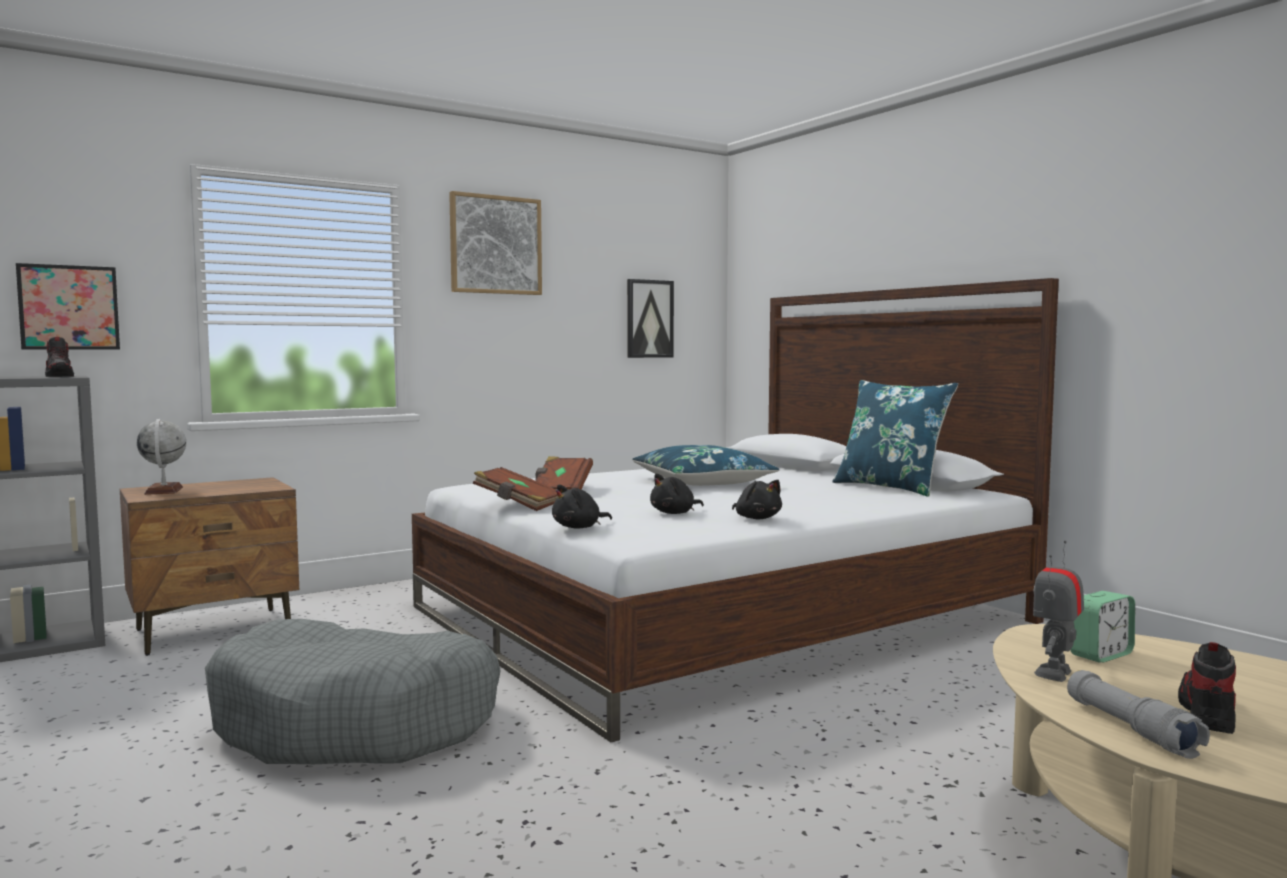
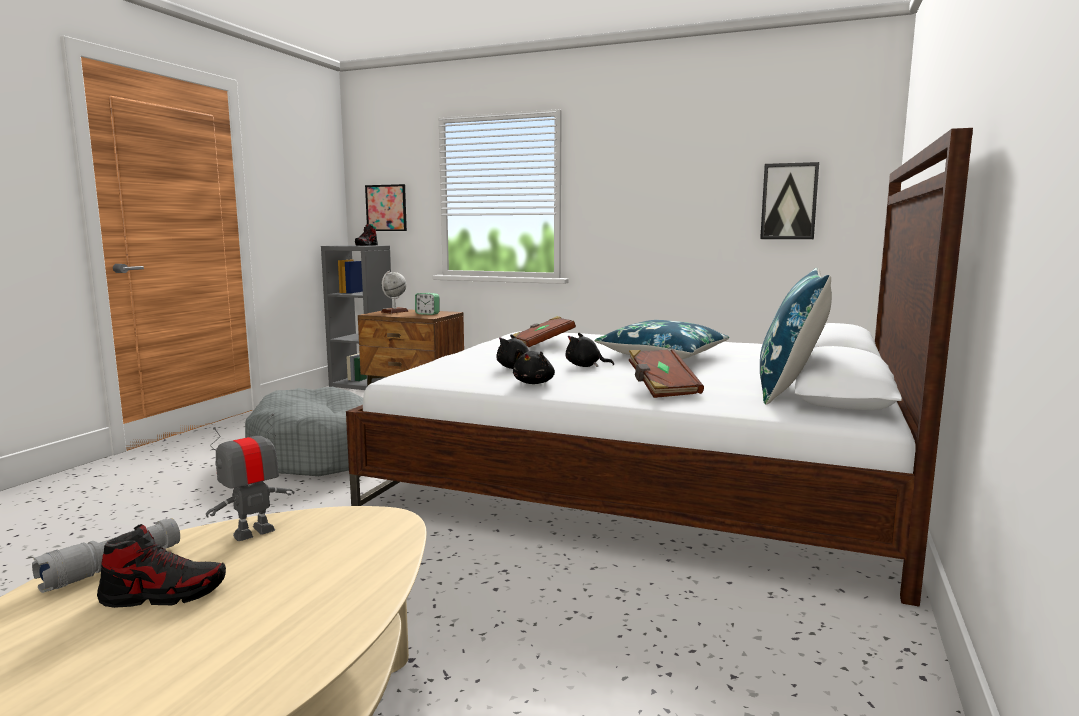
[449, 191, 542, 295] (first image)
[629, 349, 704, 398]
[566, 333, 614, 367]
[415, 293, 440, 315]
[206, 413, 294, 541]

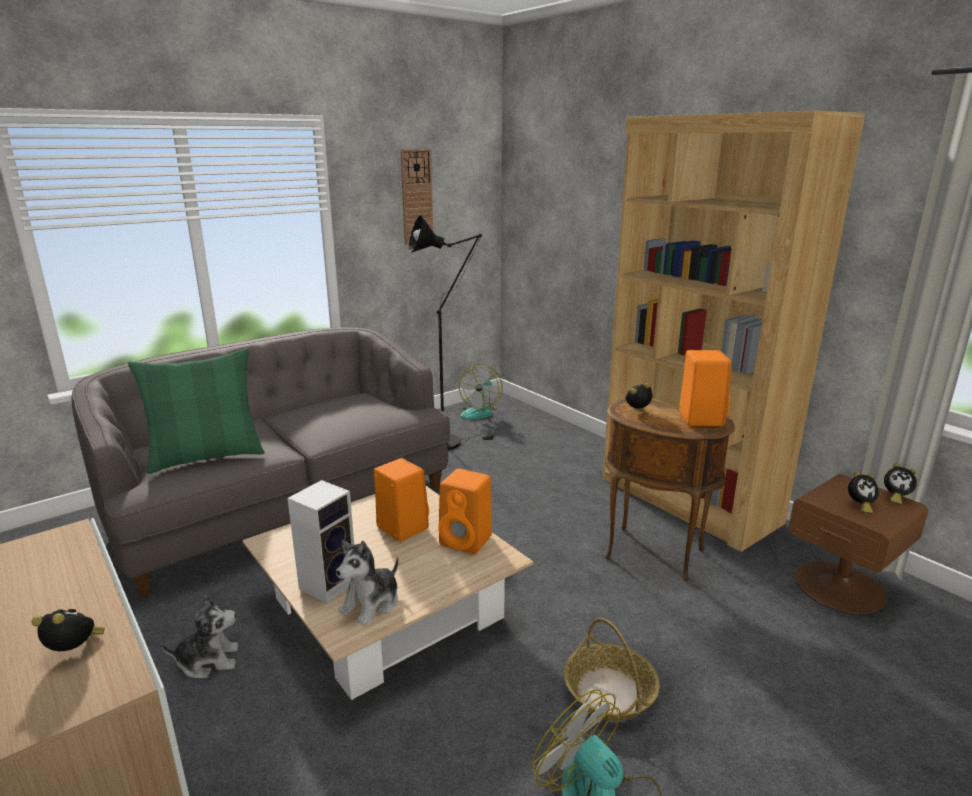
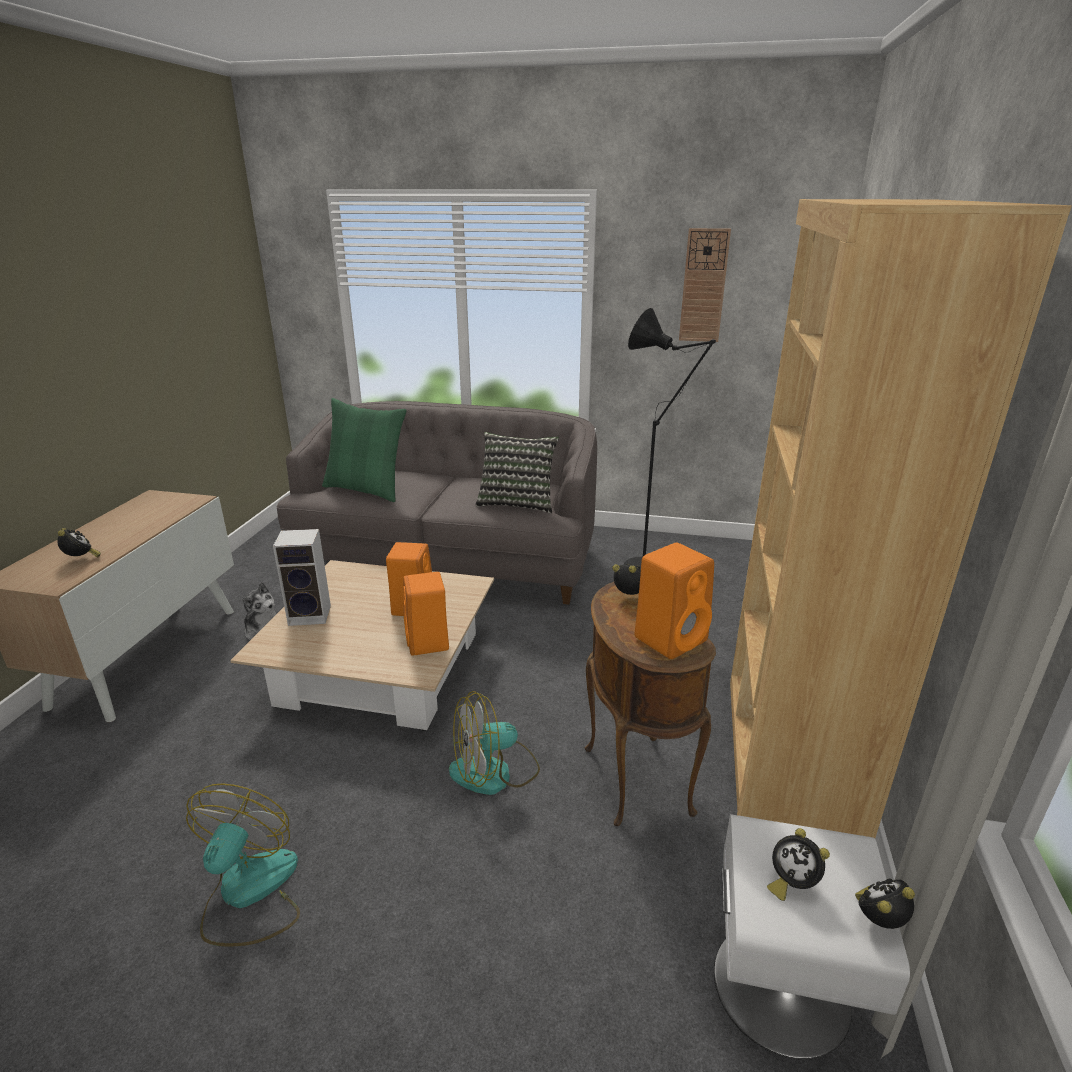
[336, 540, 399, 626] (first image)
[564, 618, 660, 721] (first image)
[476, 432, 559, 513]
[449, 691, 540, 795]
[714, 814, 910, 1060]
[855, 879, 915, 929]

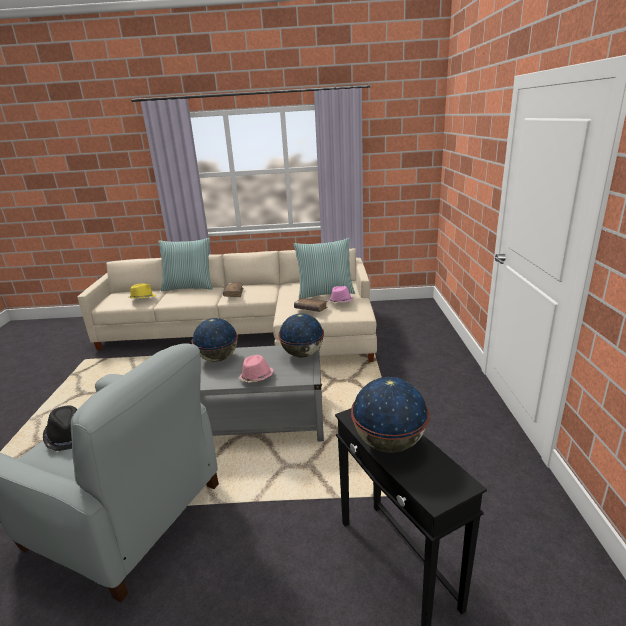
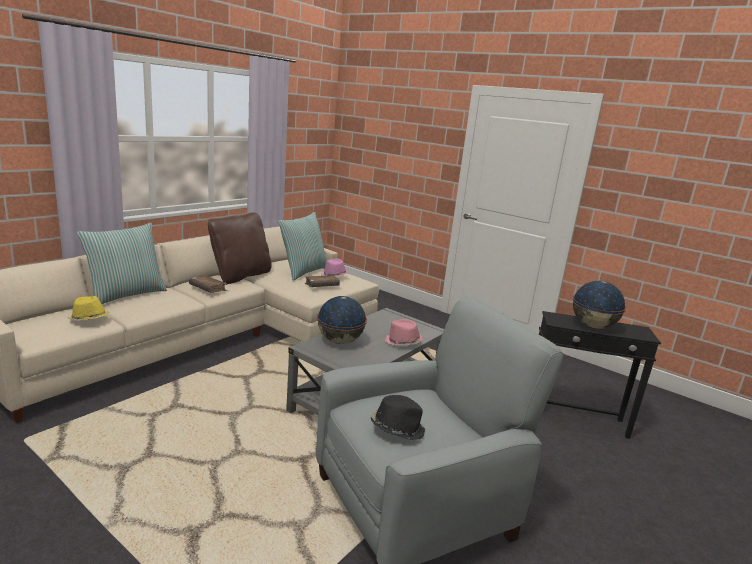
[278, 313, 324, 357] (first image)
[208, 212, 272, 285]

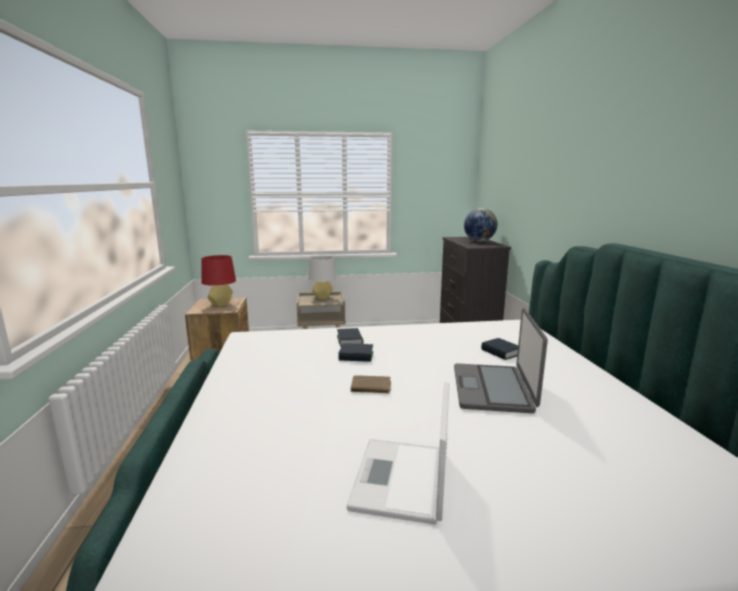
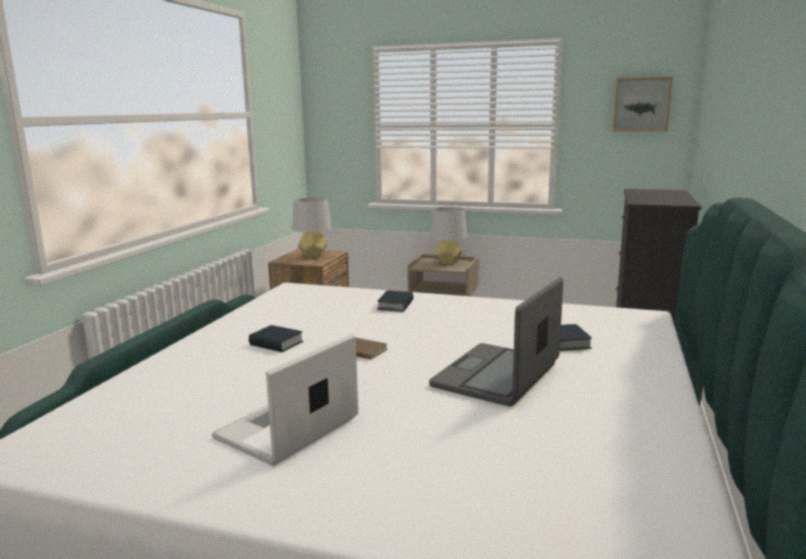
[464, 208, 497, 242] (first image)
[613, 77, 673, 131]
[249, 325, 303, 352]
[292, 197, 332, 258]

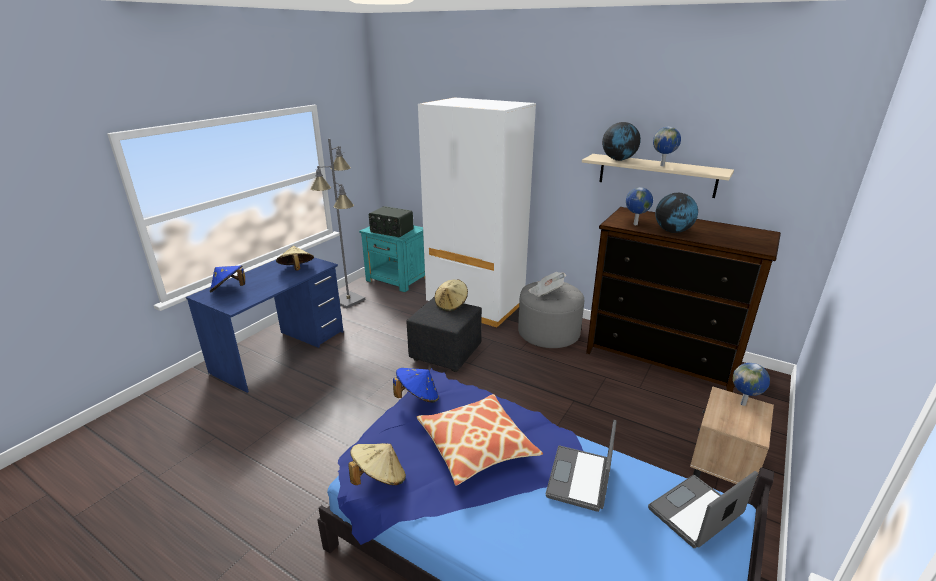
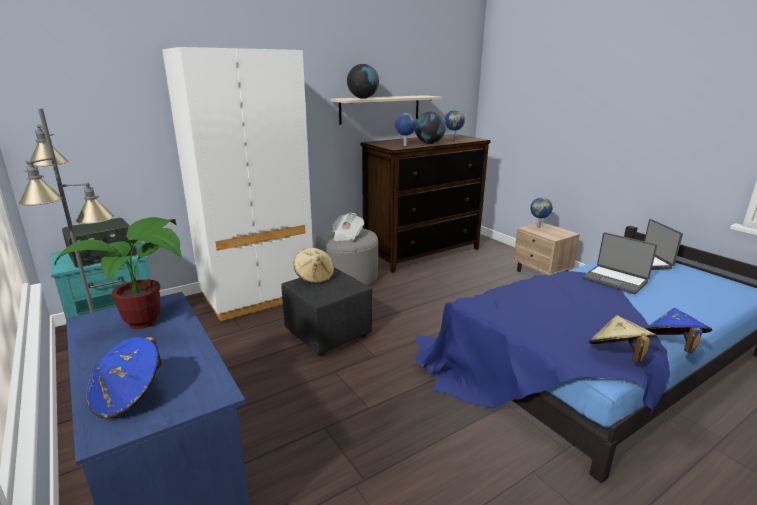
[417, 394, 543, 486] (first image)
[644, 308, 712, 353]
[445, 110, 465, 140]
[54, 217, 182, 329]

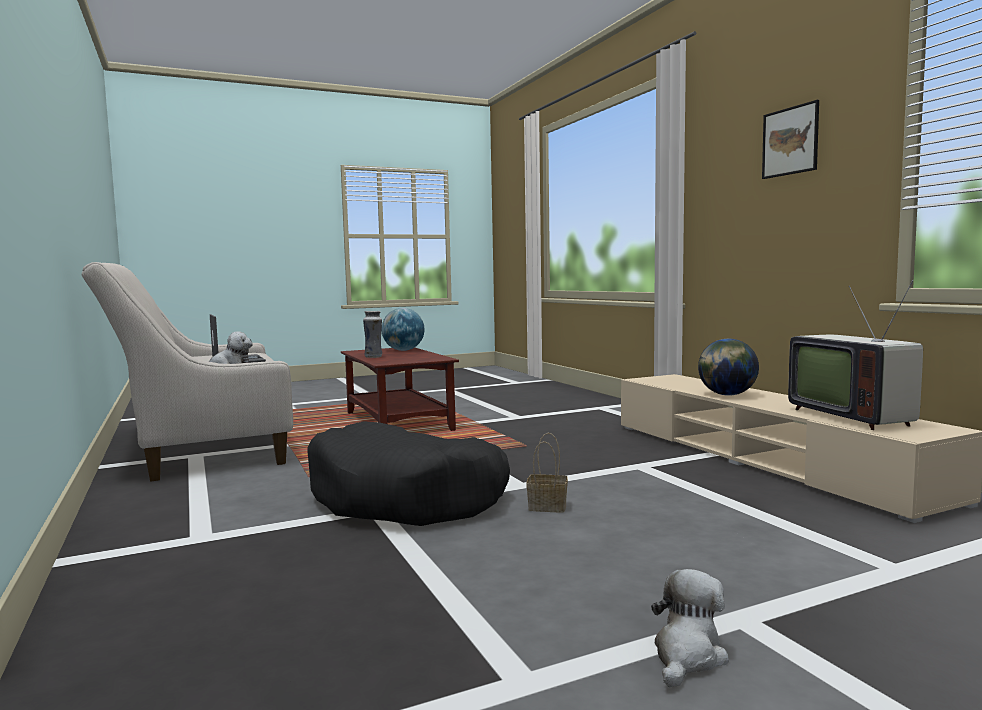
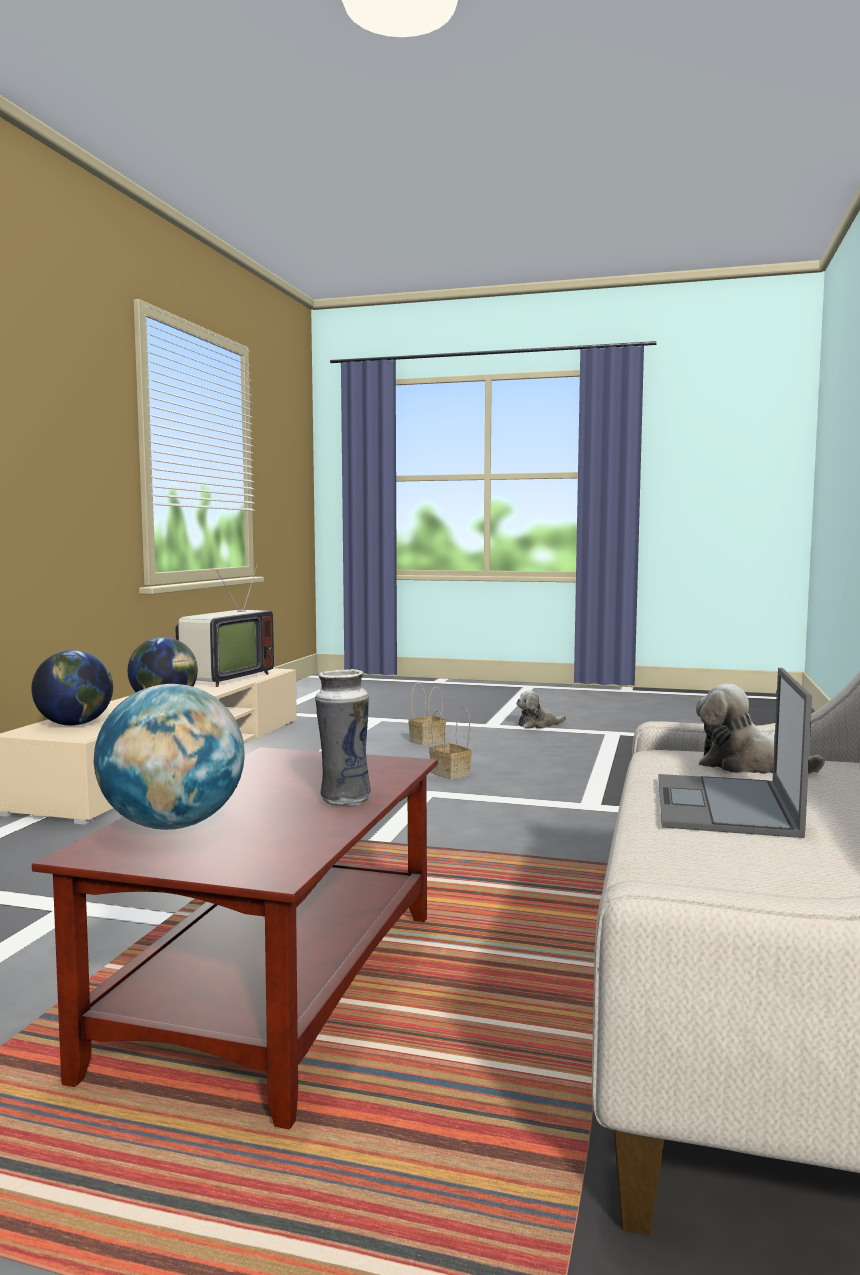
[307, 421, 510, 526] (first image)
[762, 100, 819, 179] (first image)
[31, 650, 113, 726]
[408, 683, 446, 745]

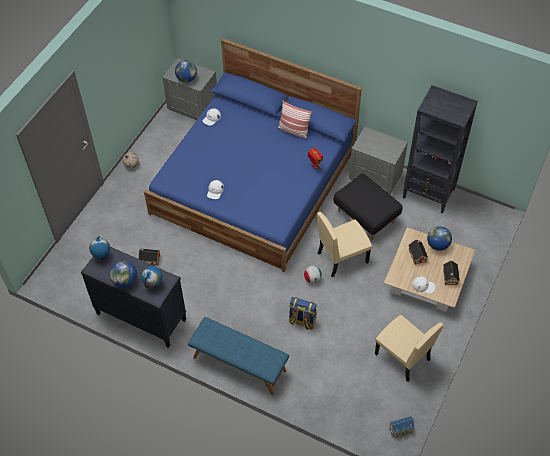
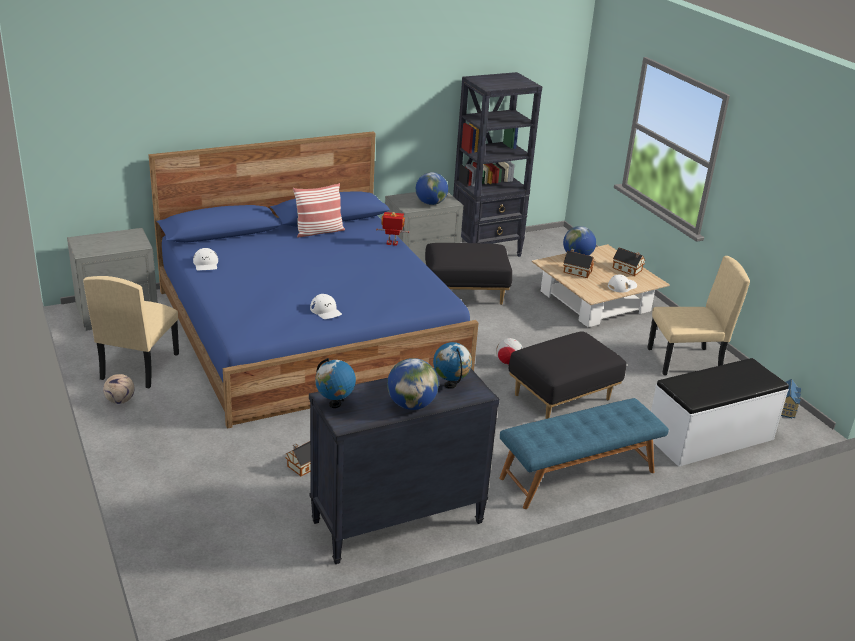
[651, 358, 789, 467]
[416, 172, 448, 205]
[83, 276, 179, 388]
[509, 331, 626, 419]

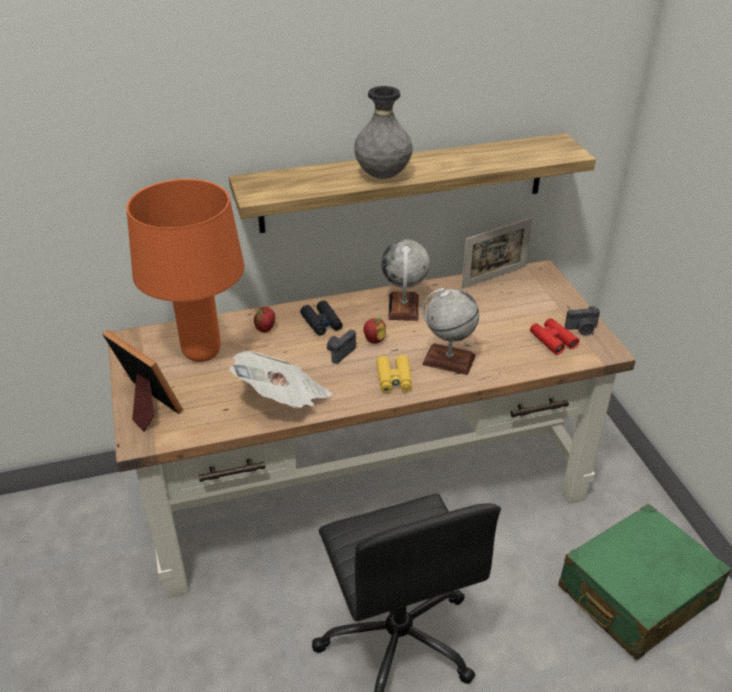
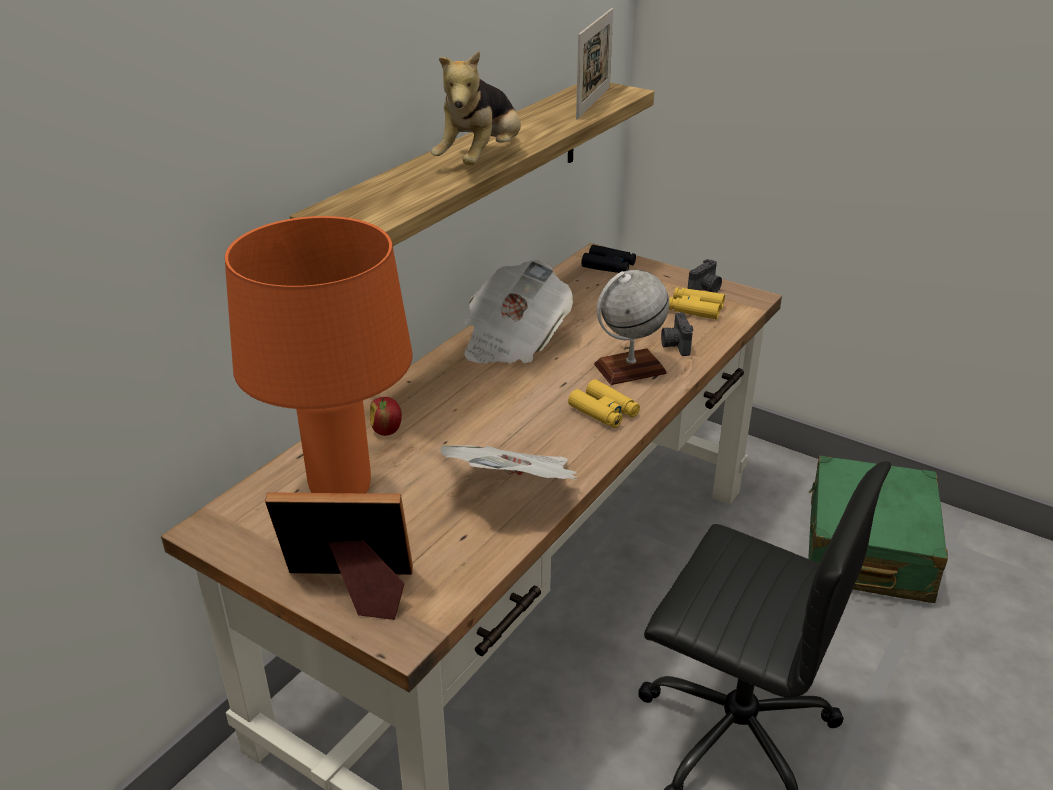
[363, 318, 386, 344] (first image)
[581, 245, 636, 273]
[661, 312, 693, 356]
[576, 8, 613, 120]
[431, 51, 521, 165]
[464, 260, 573, 364]
[669, 287, 725, 320]

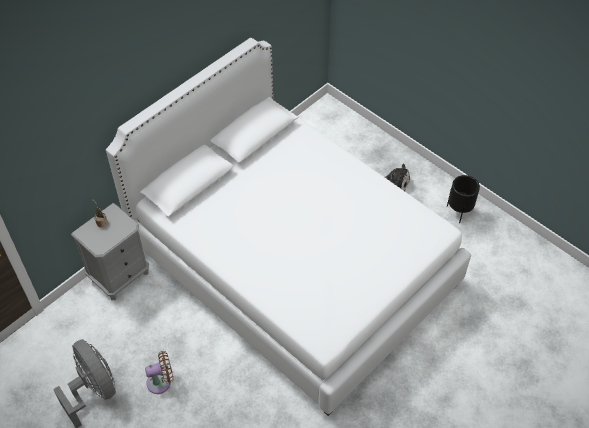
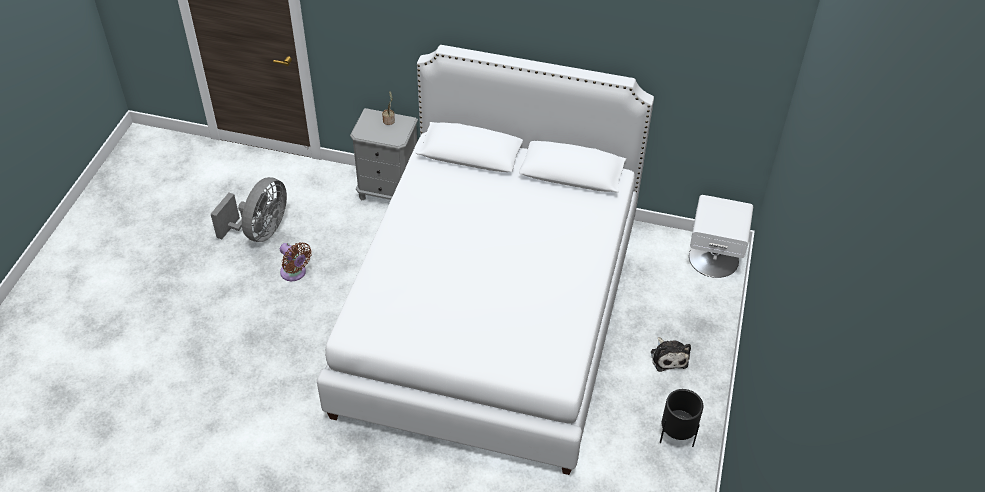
[689, 195, 753, 278]

